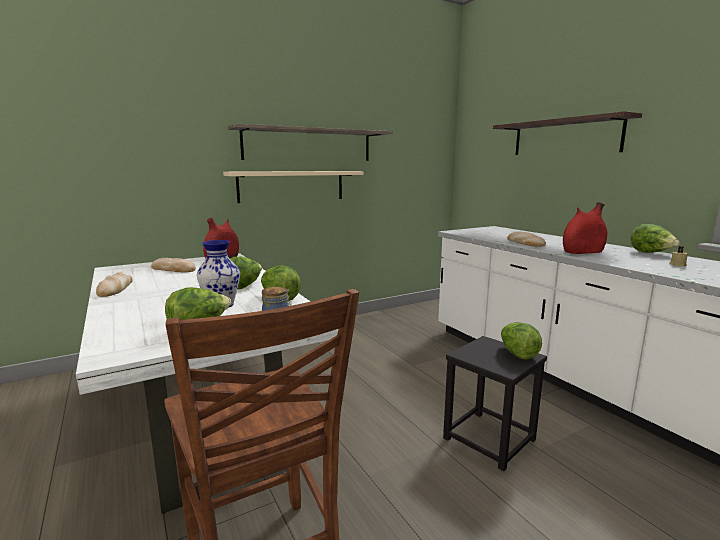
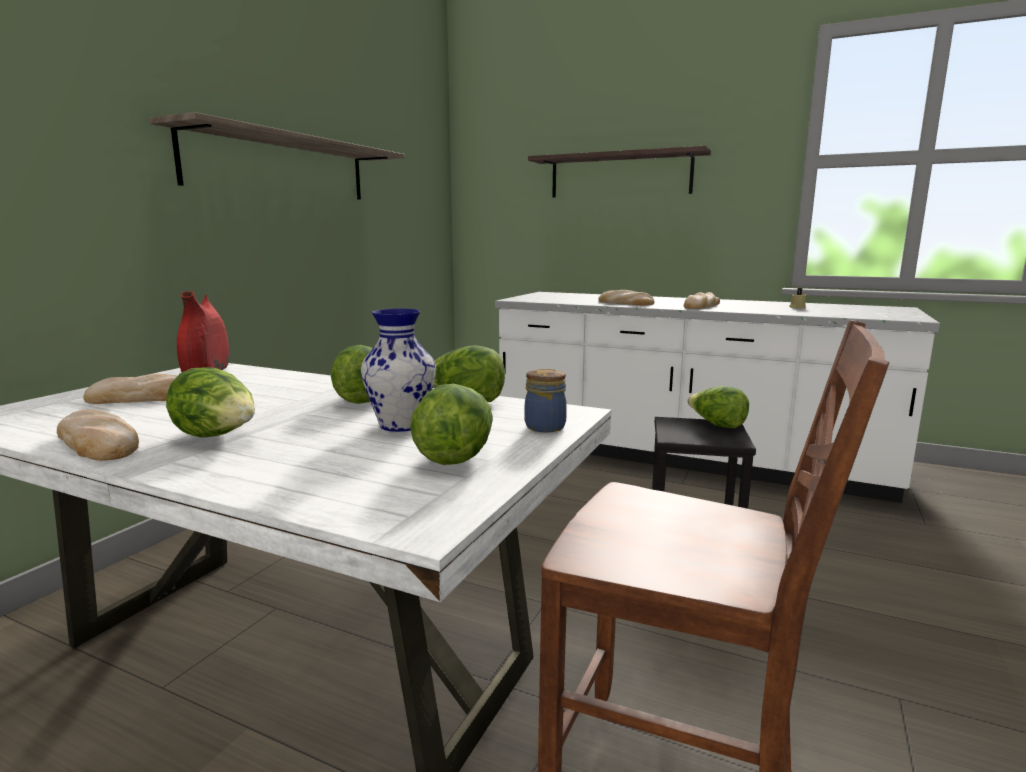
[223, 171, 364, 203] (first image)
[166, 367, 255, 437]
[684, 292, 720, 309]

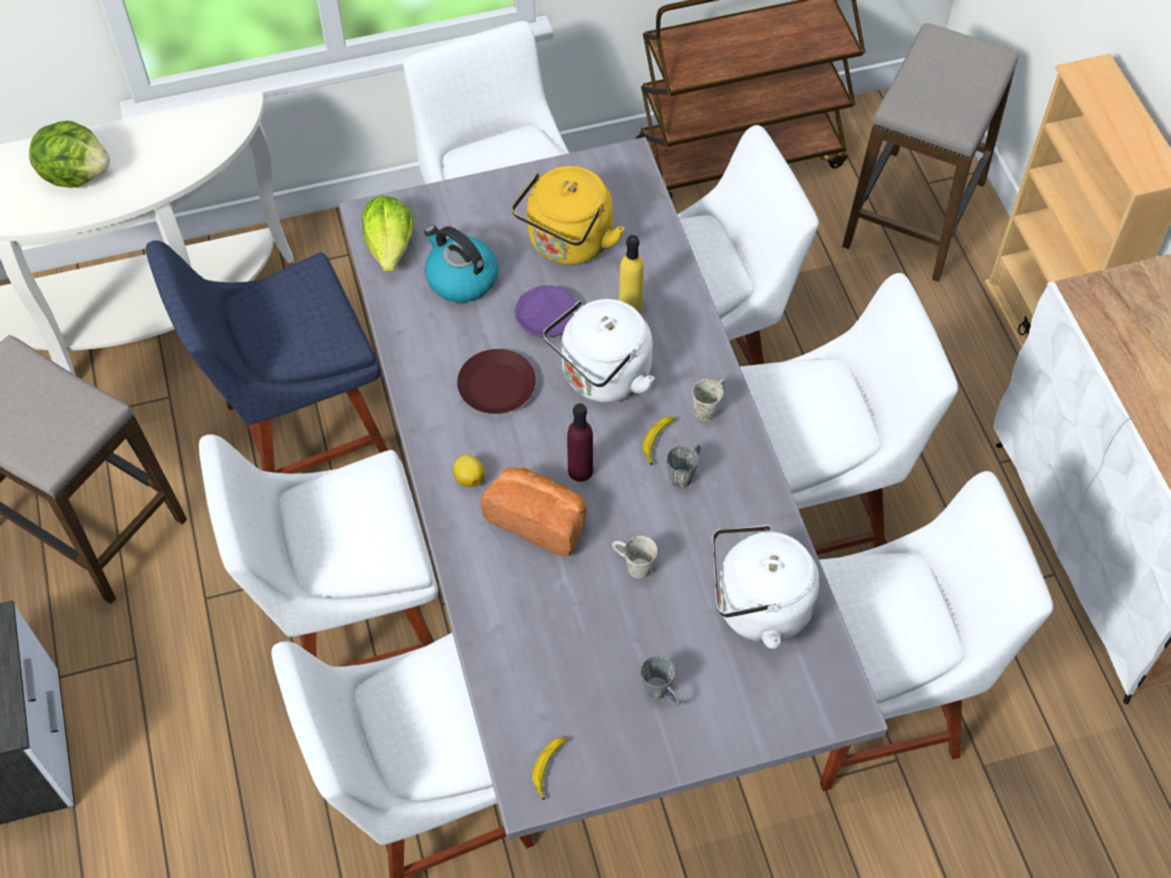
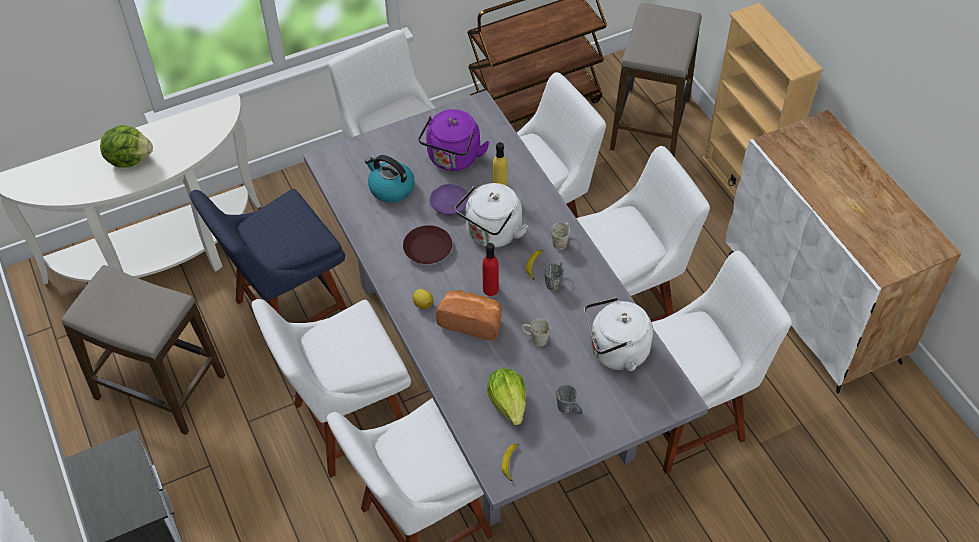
[487, 368, 526, 425]
[418, 109, 490, 171]
[482, 243, 499, 296]

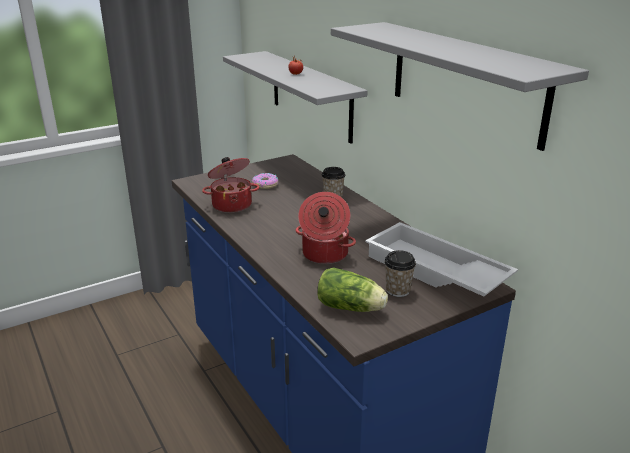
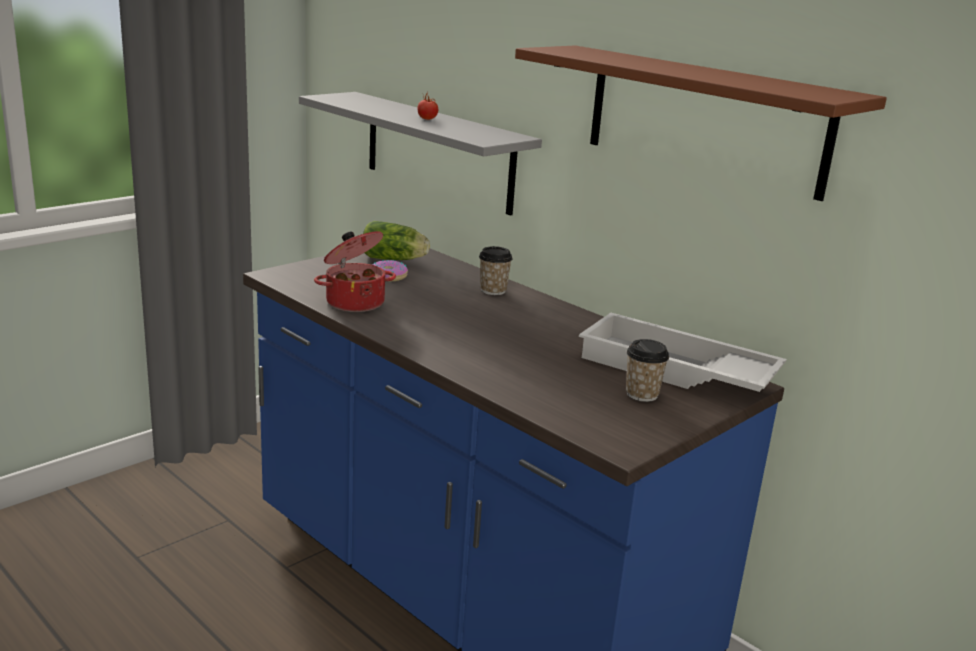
[296, 192, 356, 264] (first image)
[363, 221, 430, 260]
[515, 46, 887, 201]

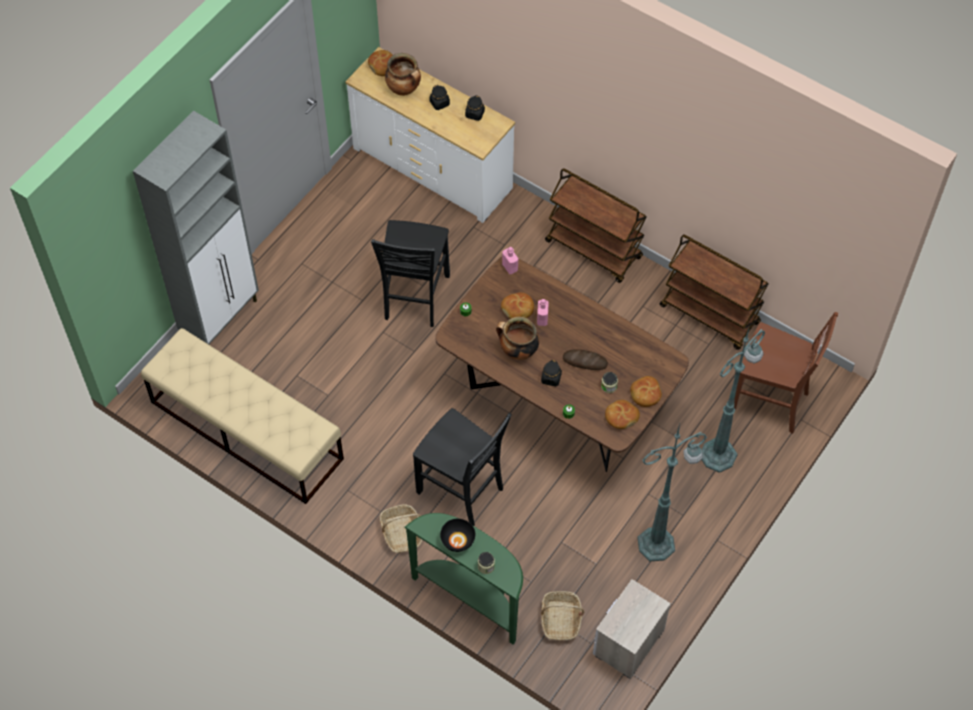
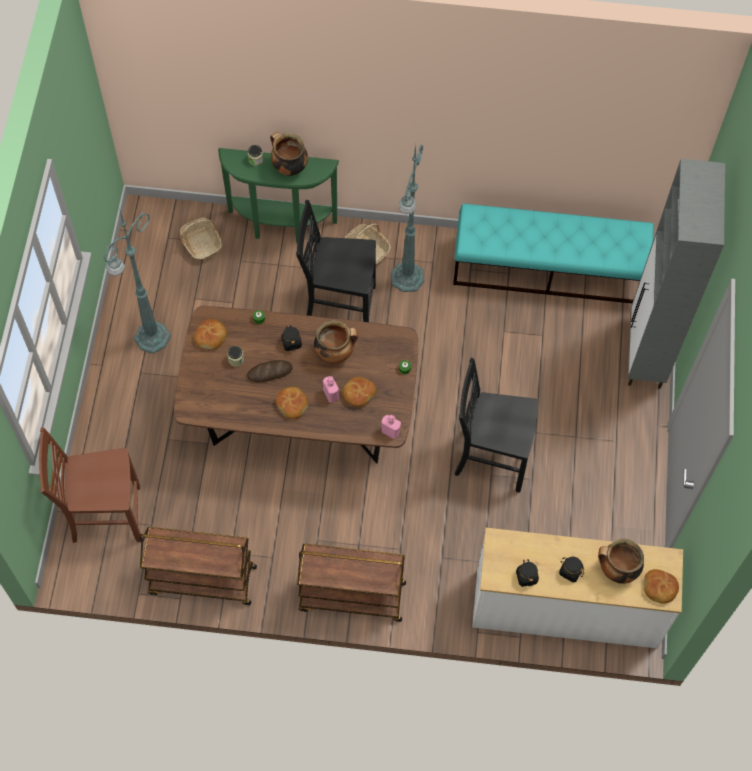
[593, 579, 671, 679] (first image)
[276, 387, 309, 419]
[391, 144, 424, 292]
[270, 132, 308, 176]
[453, 204, 654, 303]
[455, 358, 538, 493]

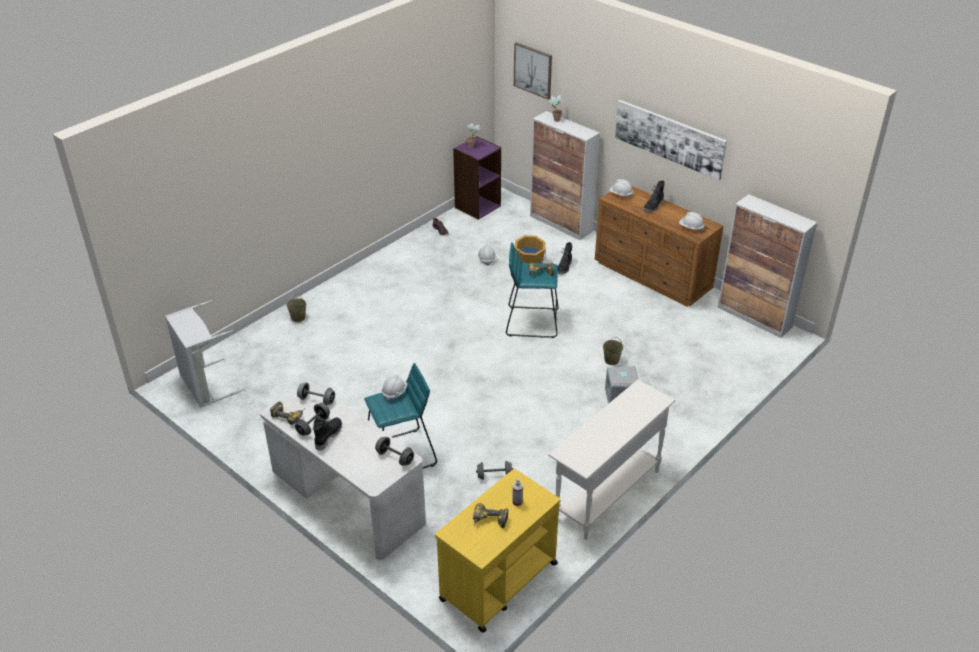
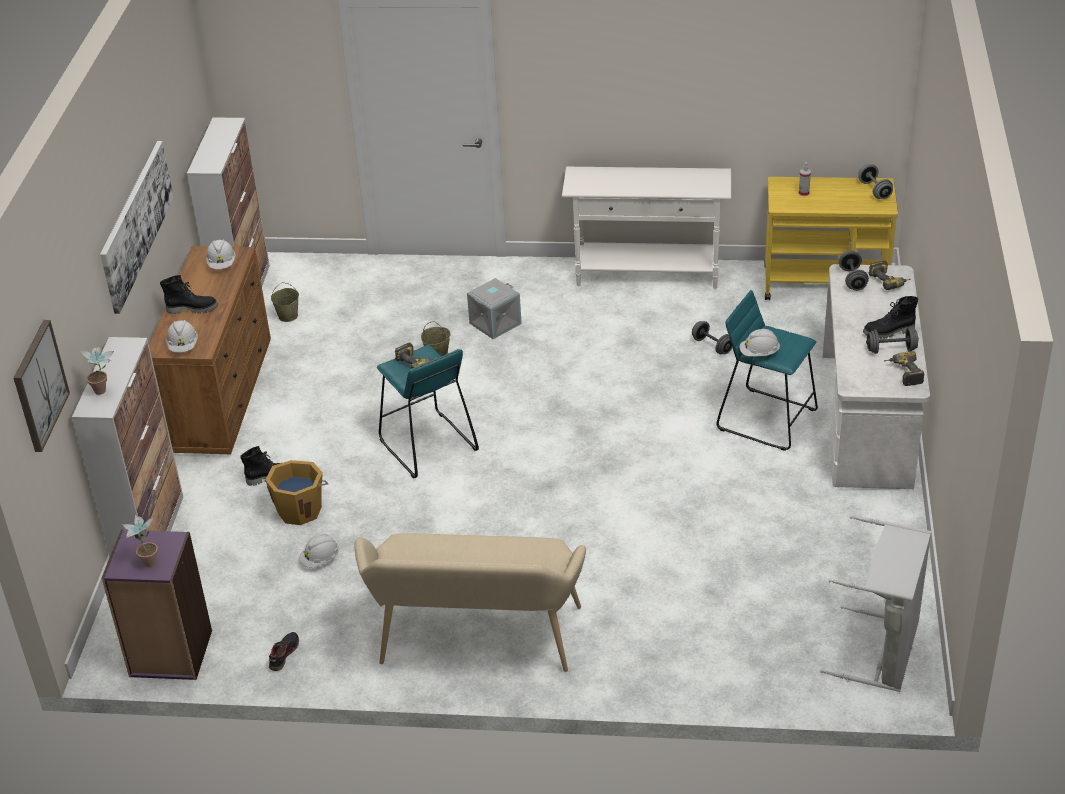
[354, 533, 586, 672]
[271, 282, 299, 322]
[858, 164, 893, 199]
[869, 260, 910, 290]

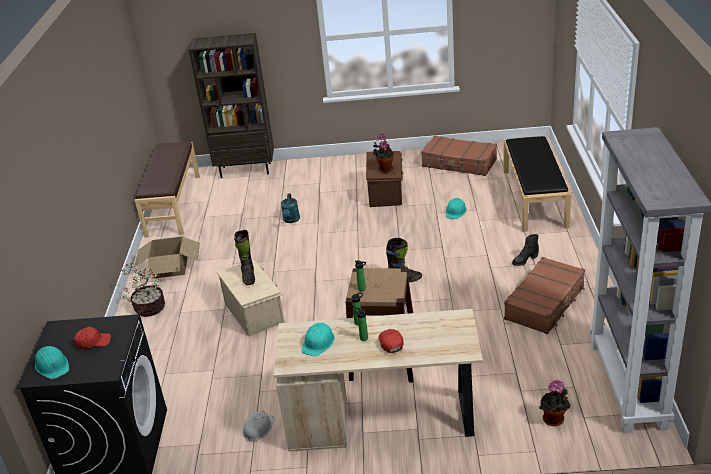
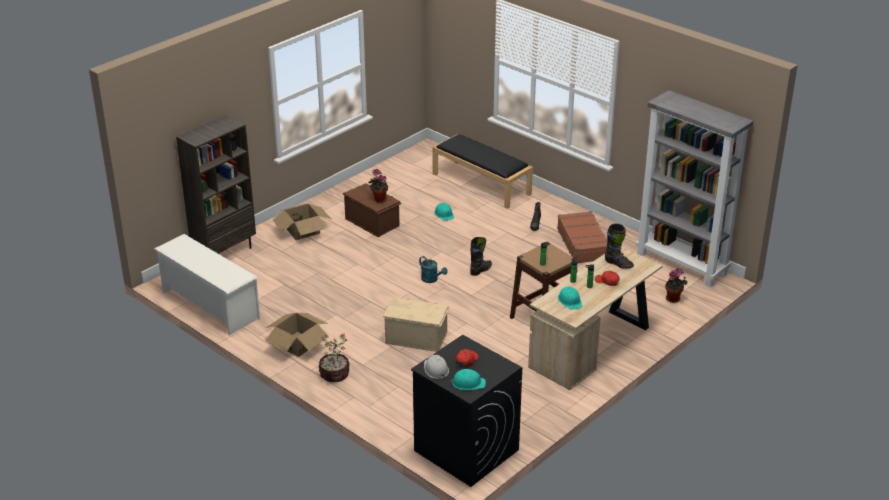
[421, 136, 497, 176] (first image)
[273, 204, 331, 240]
[605, 223, 634, 269]
[424, 355, 449, 380]
[419, 256, 448, 283]
[154, 234, 260, 335]

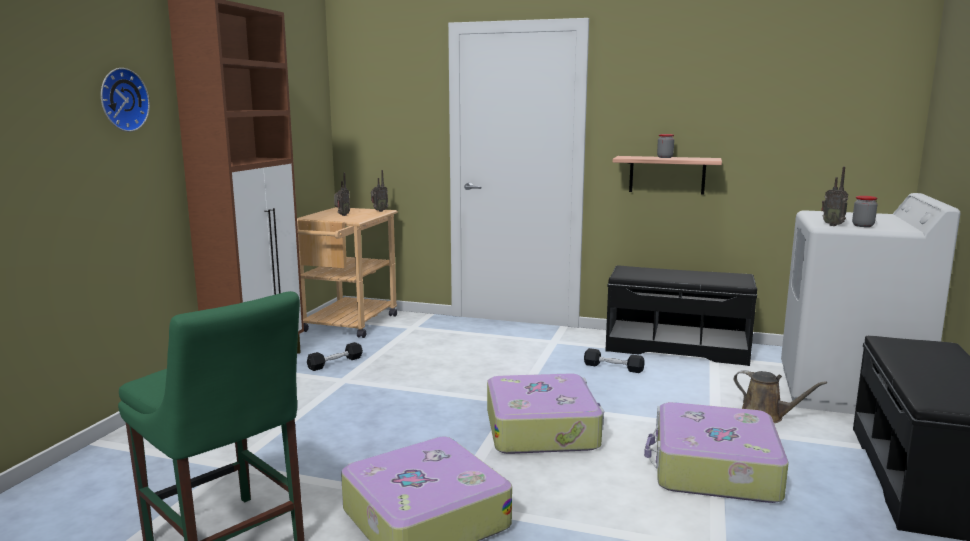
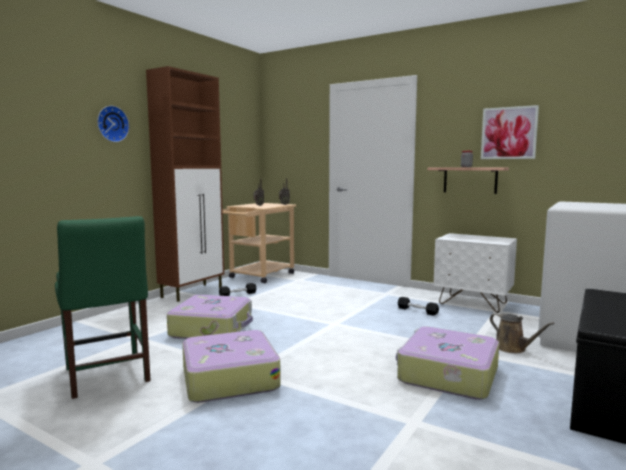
[821, 167, 848, 226] (first image)
[852, 196, 877, 227] (first image)
[481, 105, 539, 159]
[167, 295, 253, 339]
[433, 233, 517, 313]

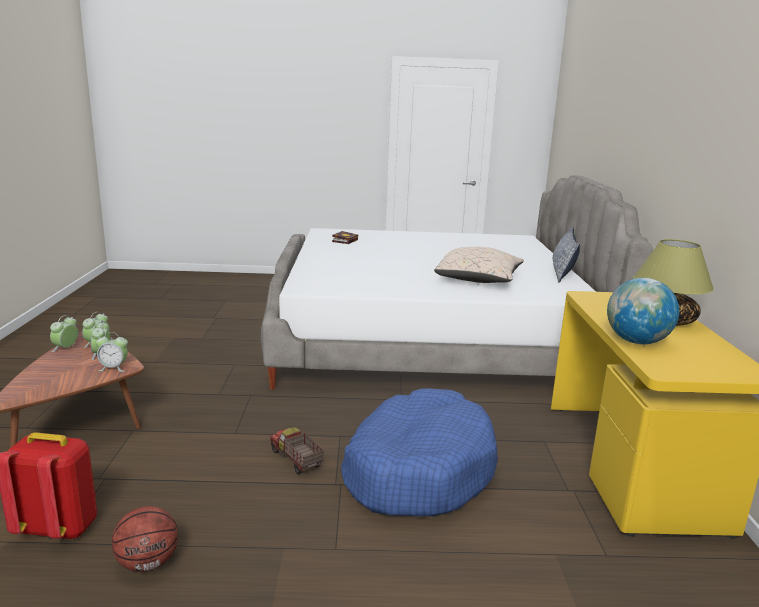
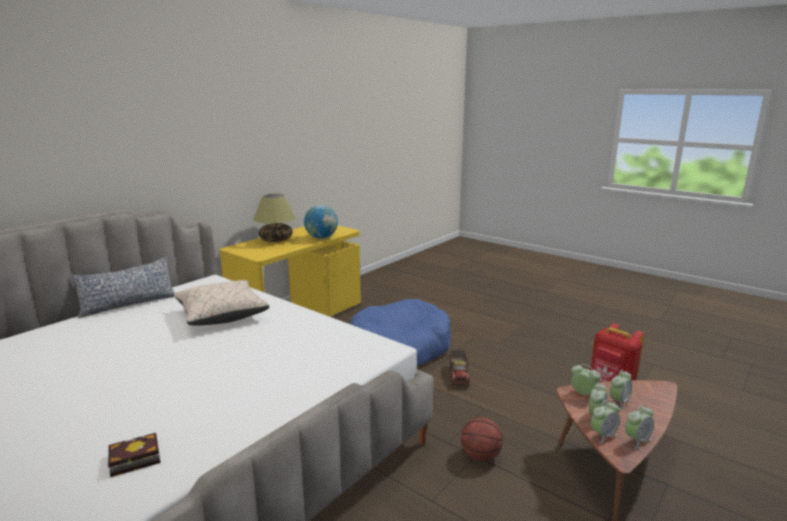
[610, 370, 632, 410]
[461, 417, 503, 461]

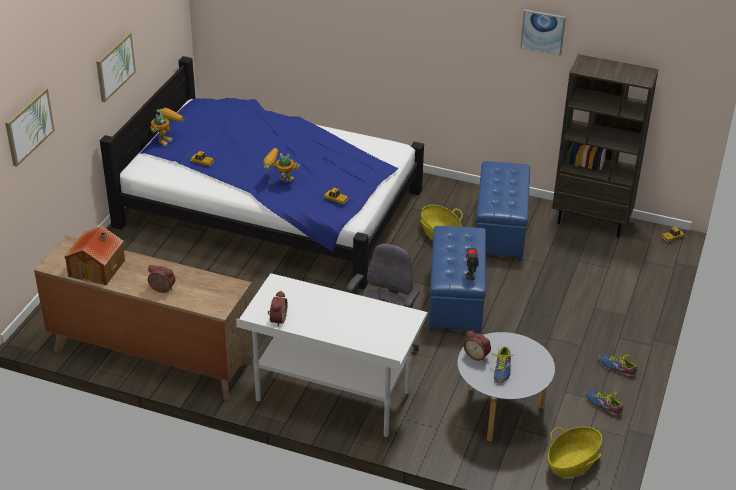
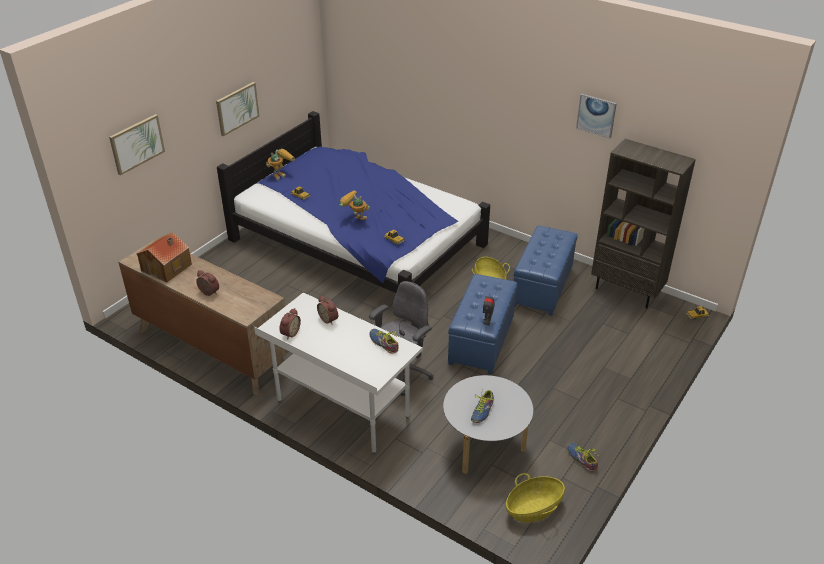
[317, 296, 338, 325]
[369, 329, 399, 354]

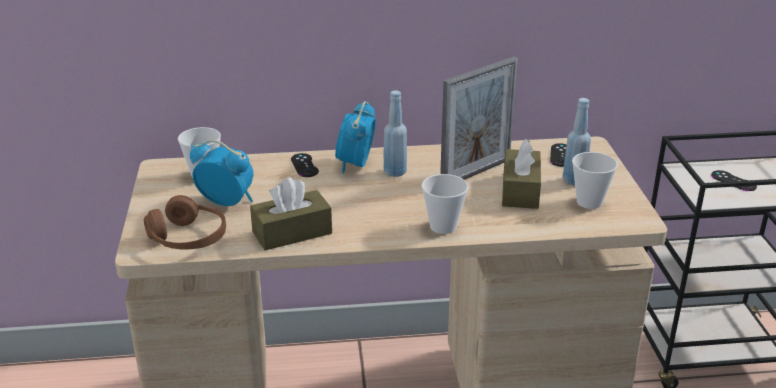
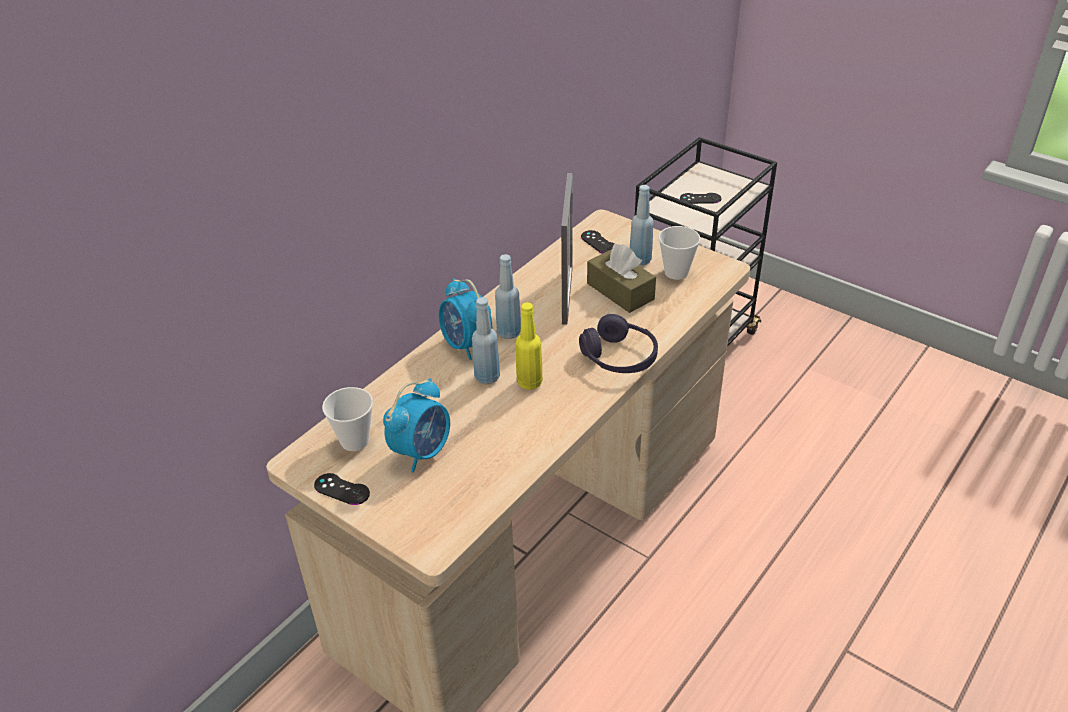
[144, 195, 226, 250] (first image)
[250, 177, 332, 250] (first image)
[472, 297, 500, 384]
[516, 302, 543, 390]
[314, 473, 370, 505]
[579, 314, 658, 373]
[383, 378, 450, 473]

